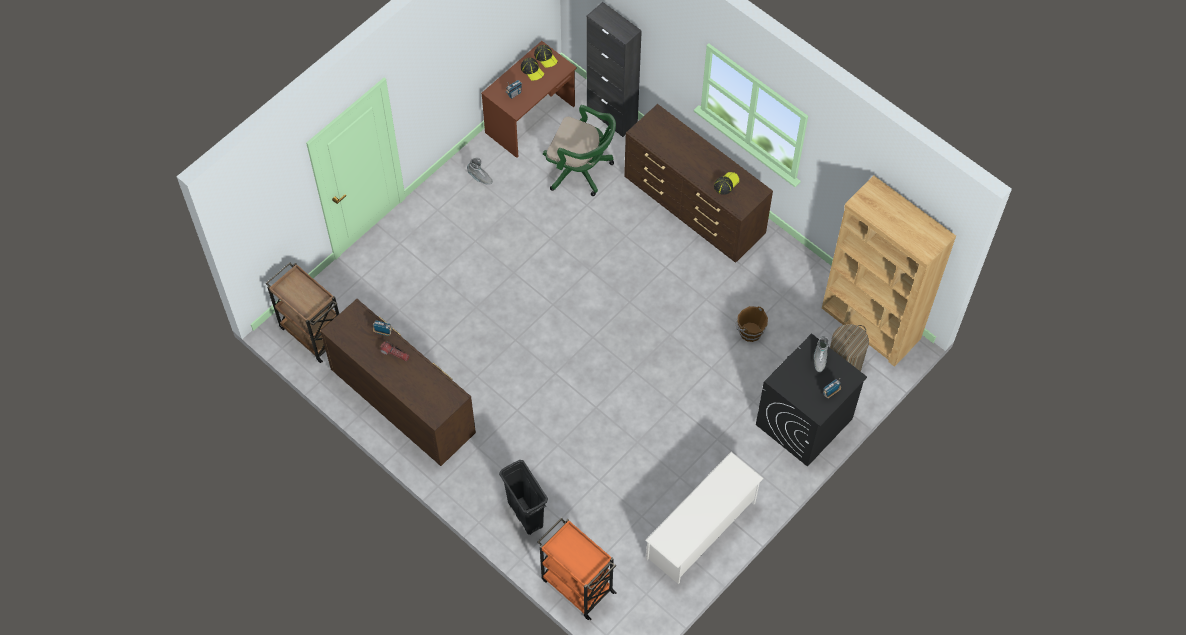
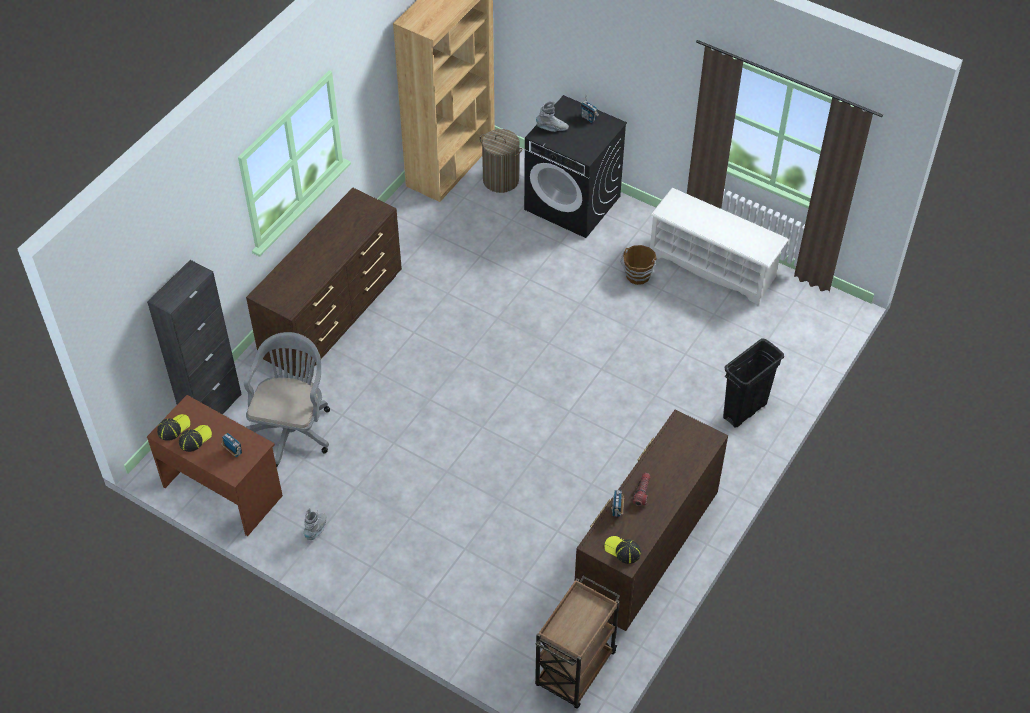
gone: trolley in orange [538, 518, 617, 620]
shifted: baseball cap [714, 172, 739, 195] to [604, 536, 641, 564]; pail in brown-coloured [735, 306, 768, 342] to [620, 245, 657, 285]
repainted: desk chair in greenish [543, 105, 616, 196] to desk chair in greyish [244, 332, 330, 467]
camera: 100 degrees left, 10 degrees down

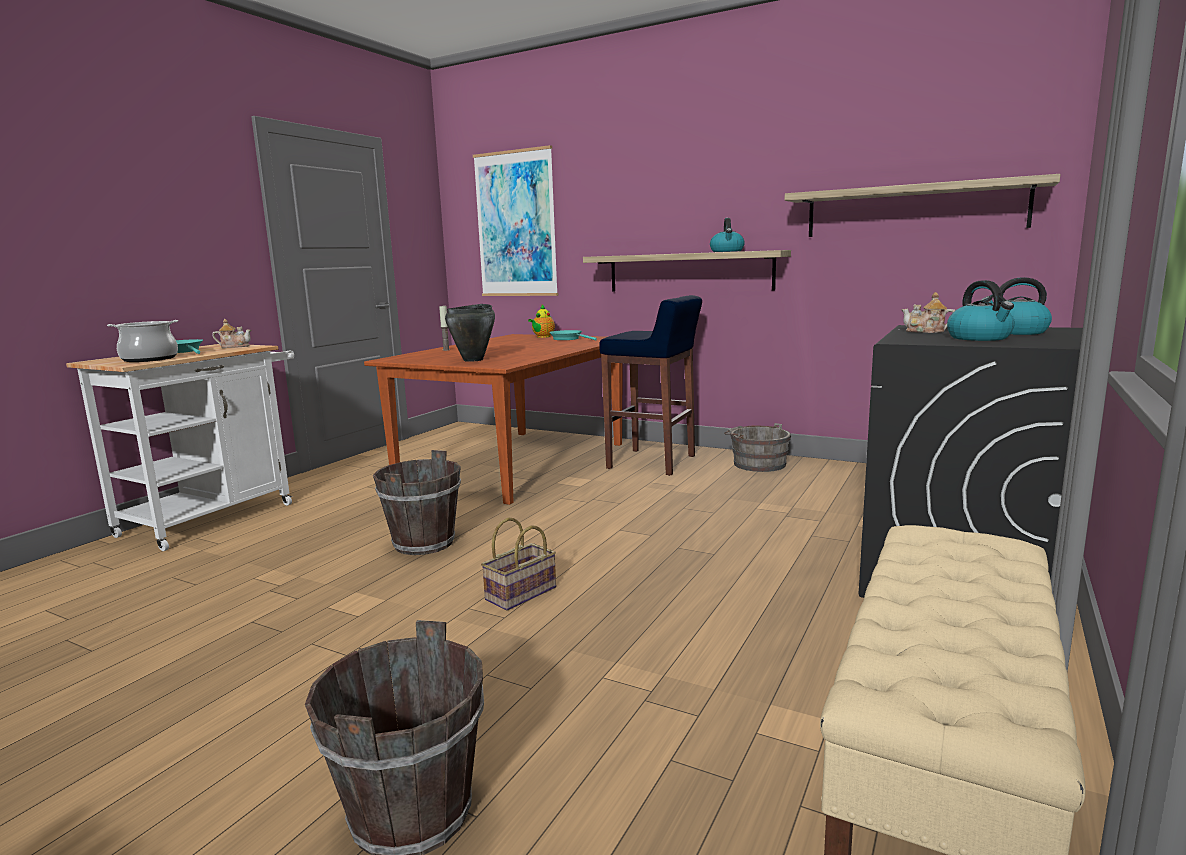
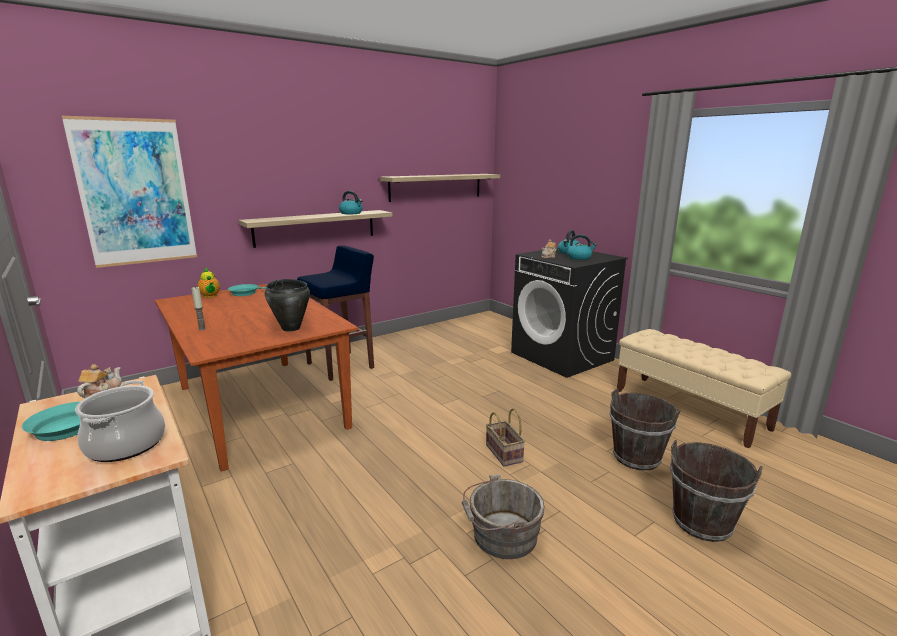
shifted: pail in brown-coloured [373, 450, 461, 555] to [610, 388, 681, 471]; pail in greyish [724, 423, 791, 472] to [462, 474, 545, 559]
camera: 65 degrees left, 5 degrees up

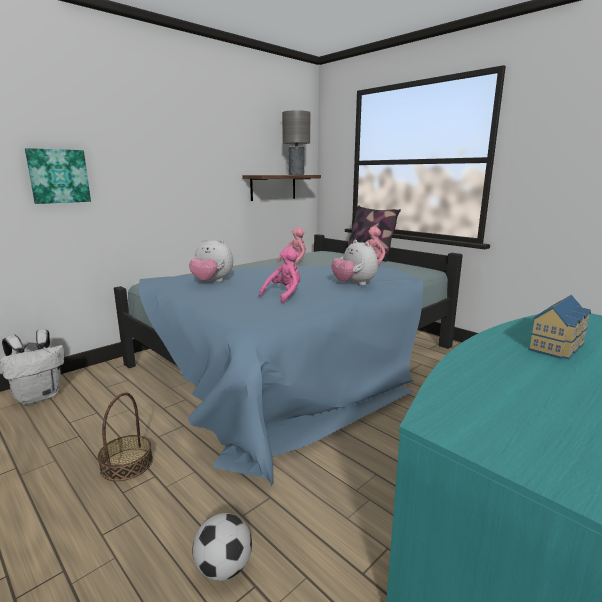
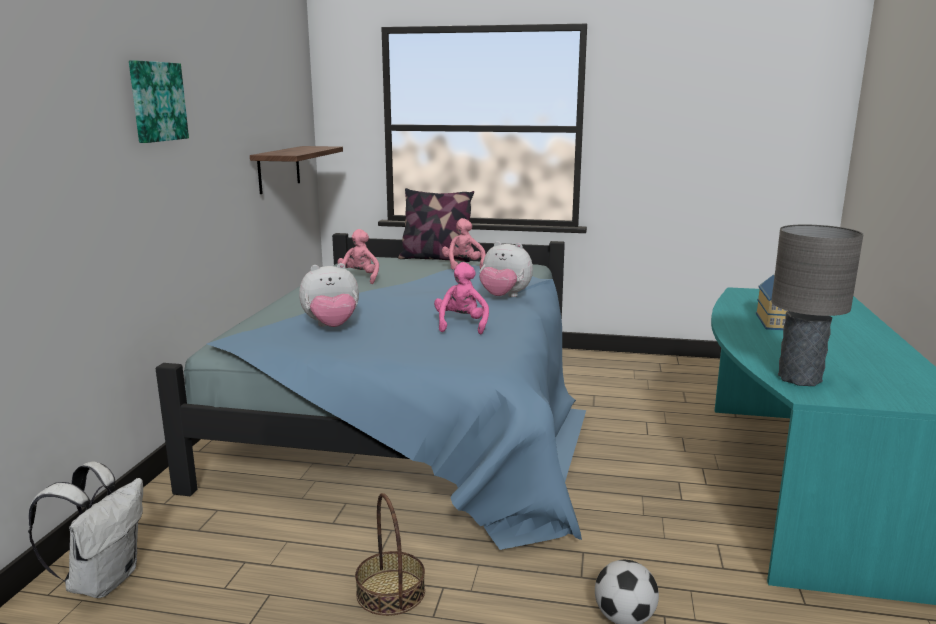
shifted: picture [25, 148, 91, 204] to [129, 60, 189, 143]; tabletop lamp in greyish [282, 110, 310, 175] to [771, 225, 863, 386]
camera: 35 degrees left, 0 degrees up

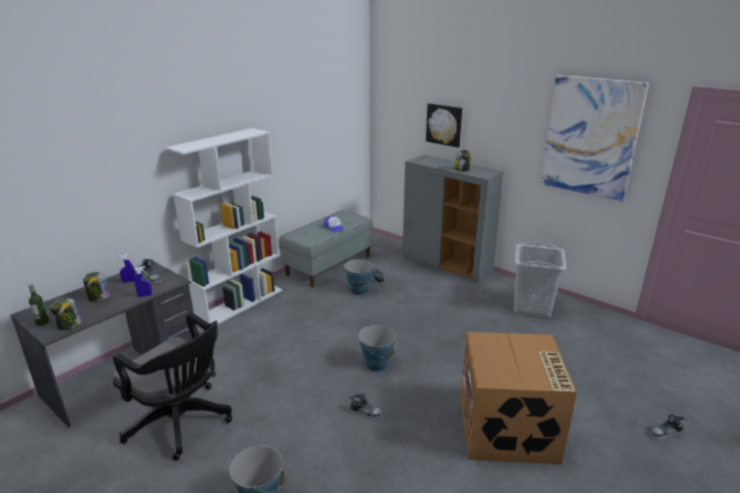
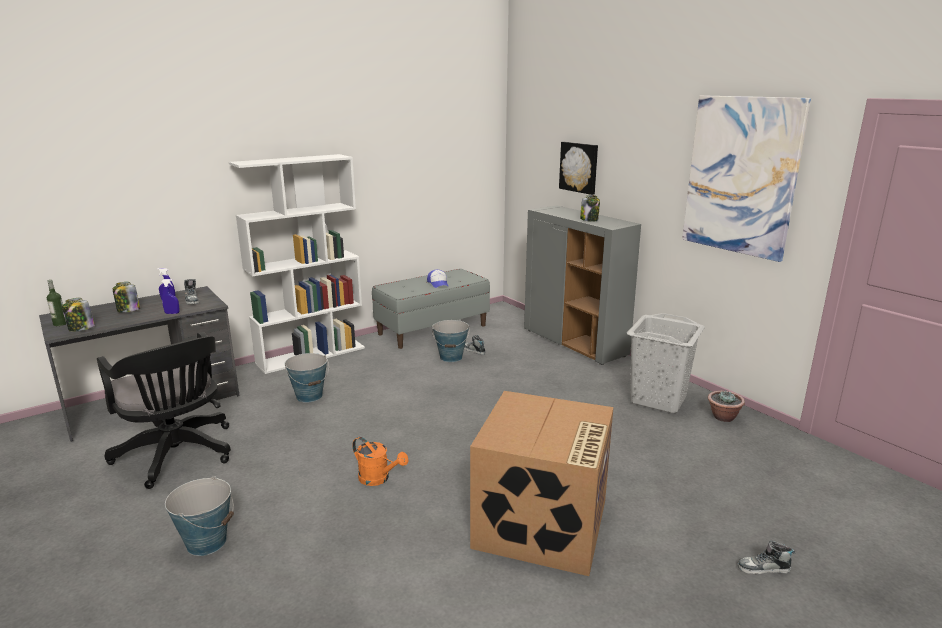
new: plant in a pot [708, 390, 745, 422]
shifted: pail [358, 325, 396, 372] to [284, 353, 329, 403]
swapped: low shoe [350, 393, 383, 419] to watering pot in orange [352, 437, 409, 486]
camera: 15 degrees right, 5 degrees down

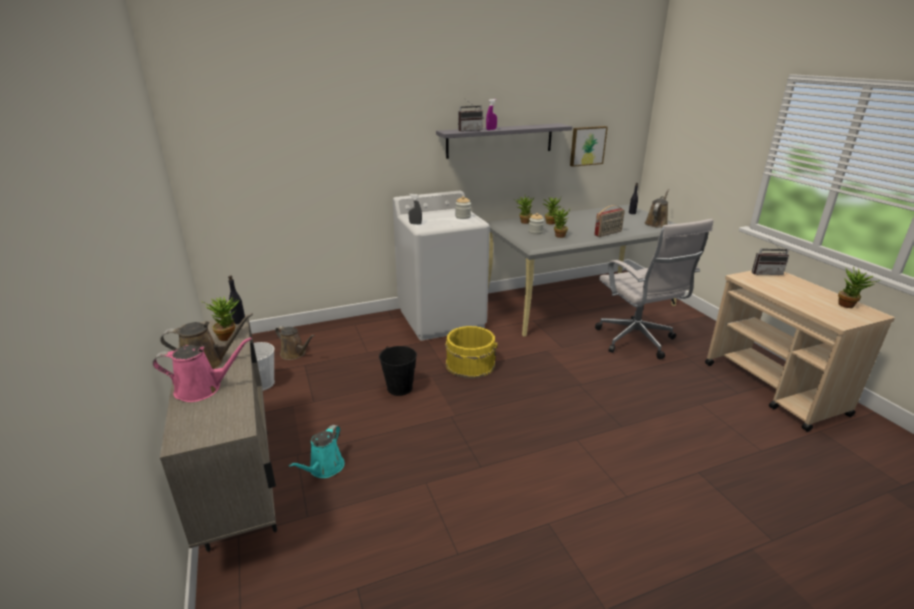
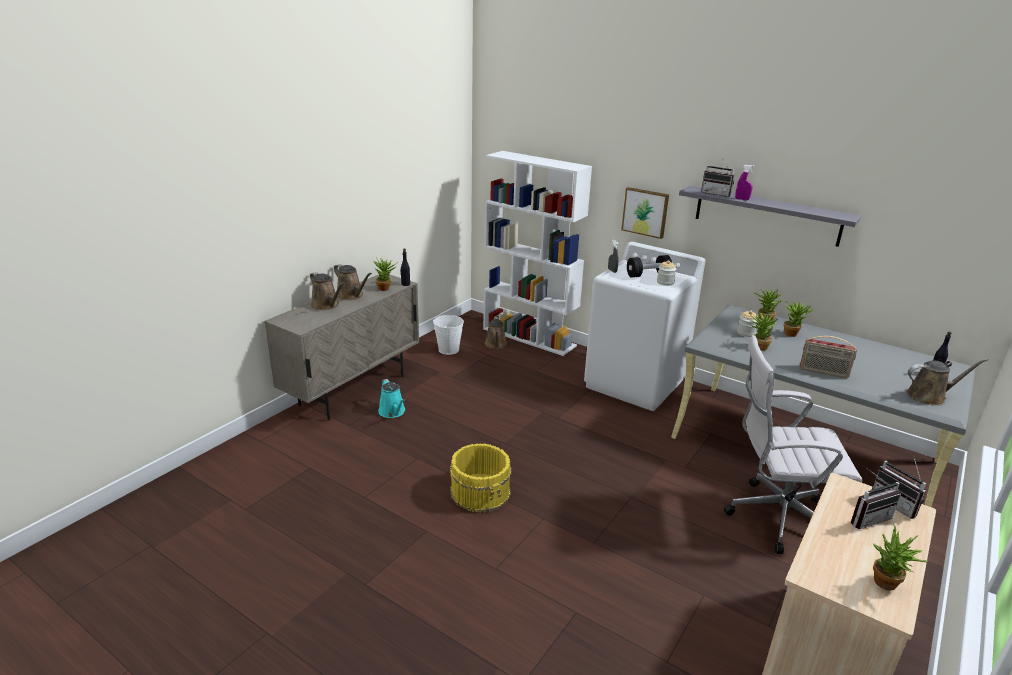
gone: pail in black [379, 346, 417, 396]
new: shelving unit in white-coloured [483, 151, 592, 356]; dumbbell in black [627, 255, 672, 278]; radio set [851, 468, 901, 529]
shifted: pail in yellow-coloured [445, 326, 497, 379] to [450, 443, 512, 513]; picture [570, 126, 608, 167] to [621, 187, 669, 239]
repainted: watering pot in pink [153, 337, 252, 402] to watering pot in brown-coloured [310, 272, 344, 310]
rotated: watering pot in turquoise-coloured [289, 425, 345, 478] = [378, 379, 405, 418] 105 degrees counterclockwise; desk chair in white-coloured [595, 219, 713, 359] = [724, 335, 863, 554] 60 degrees clockwise
camera: 55 degrees right, 0 degrees up

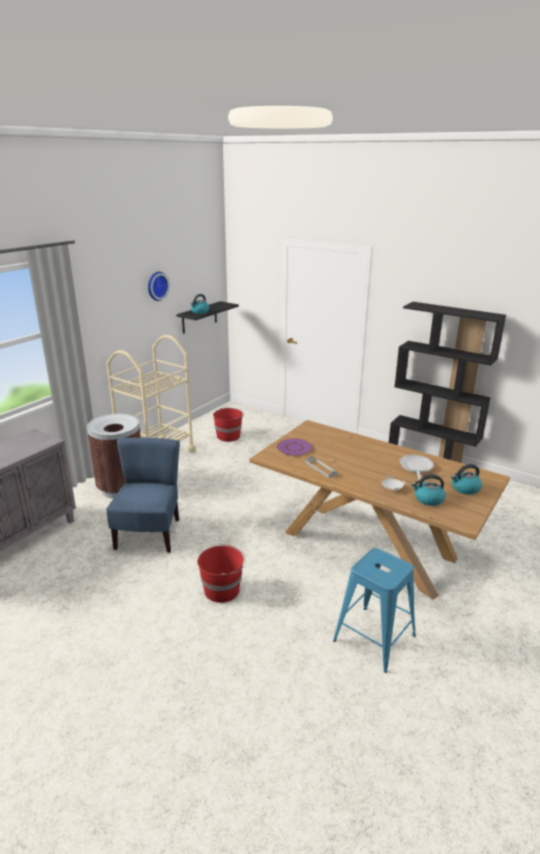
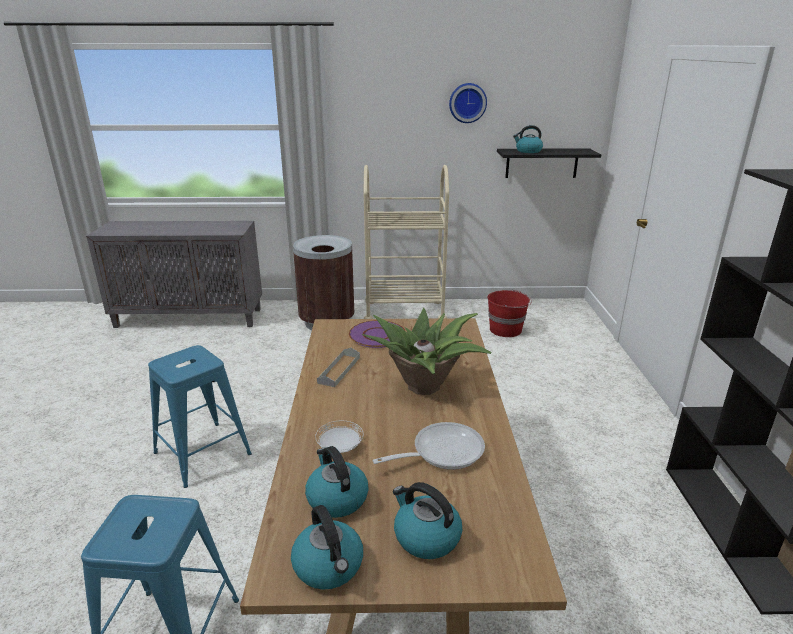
gone: upright chair in bluish [106, 438, 180, 553]
new: tea kettle [291, 505, 363, 590]; plant in a pot [362, 308, 492, 395]
swapped: pail in reddish [197, 544, 246, 603] to stool in bluish [148, 345, 252, 488]
camera: 55 degrees right, 0 degrees up

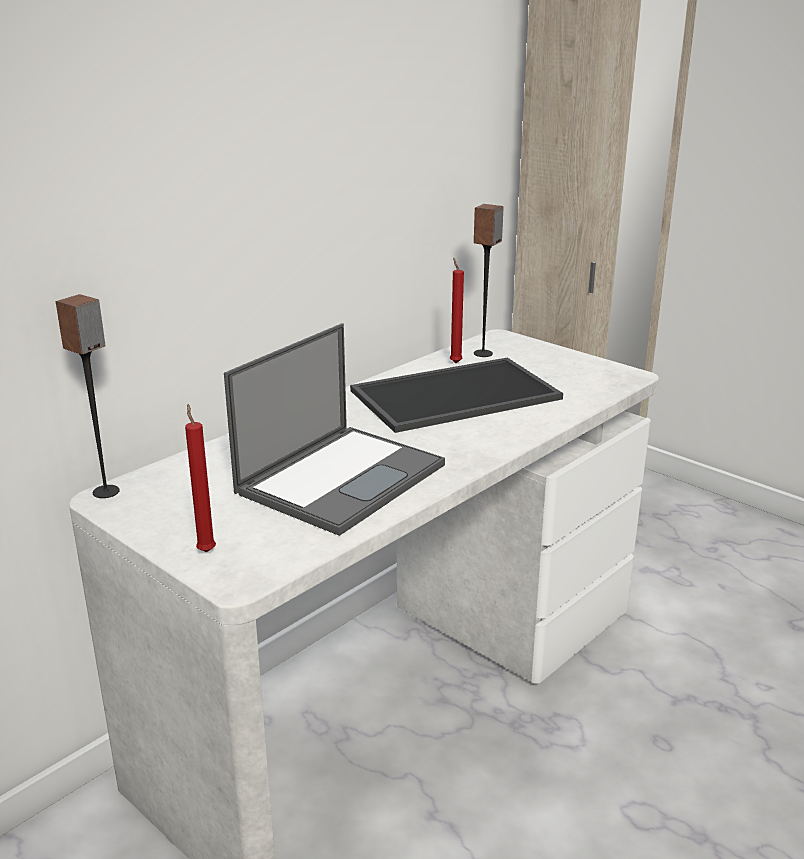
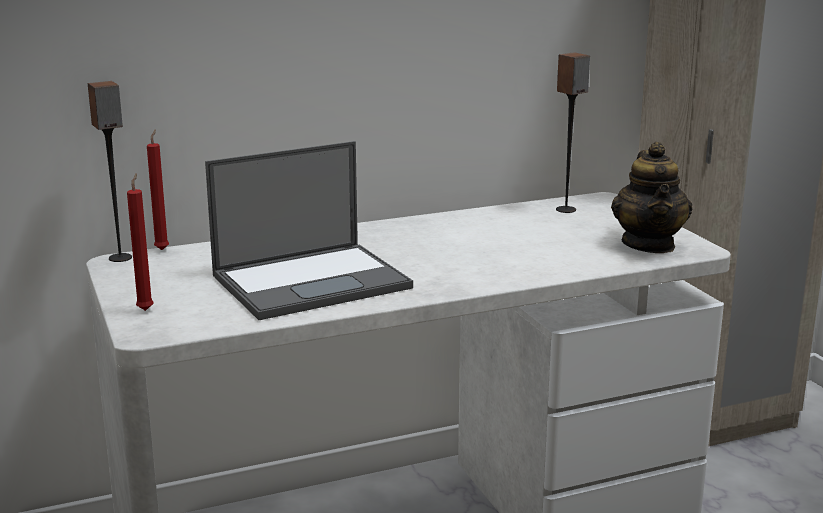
gone: serving tray [350, 358, 563, 433]
new: pot for tea [611, 142, 692, 253]
shifted: wax candle in reddish [450, 258, 464, 363] to [147, 130, 169, 250]
camera: 25 degrees right, 5 degrees down

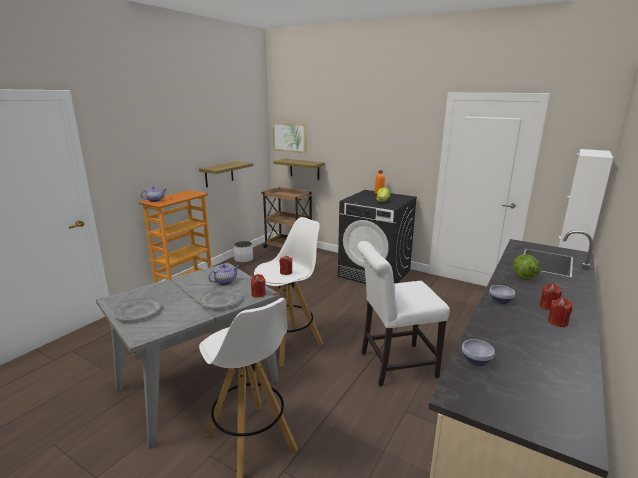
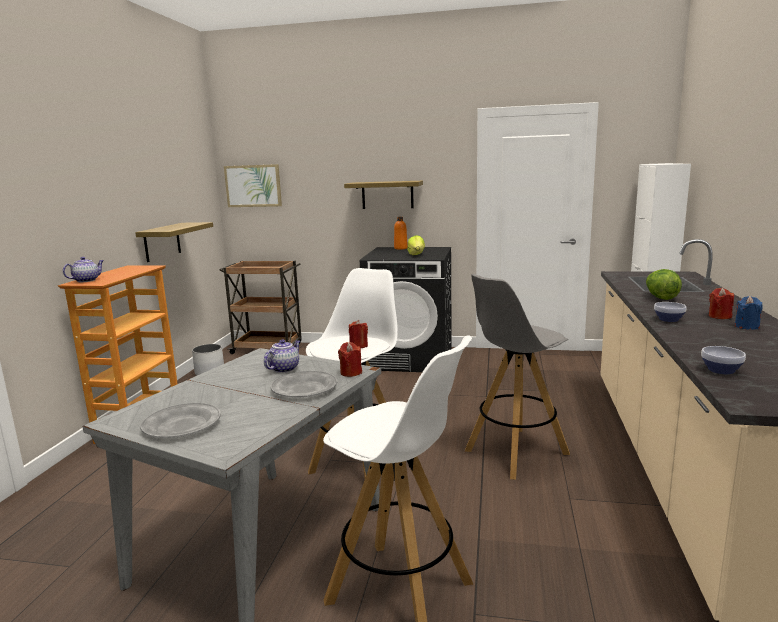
shifted: shelf [273, 158, 325, 180] to [344, 181, 423, 209]
swapped: upright chair in white-coloured [357, 241, 450, 386] to stool in greyish [465, 274, 570, 479]
repainted: wax candle in reddish [548, 298, 573, 327] to wax candle in bluish [735, 296, 762, 330]
camera: 20 degrees left, 5 degrees down

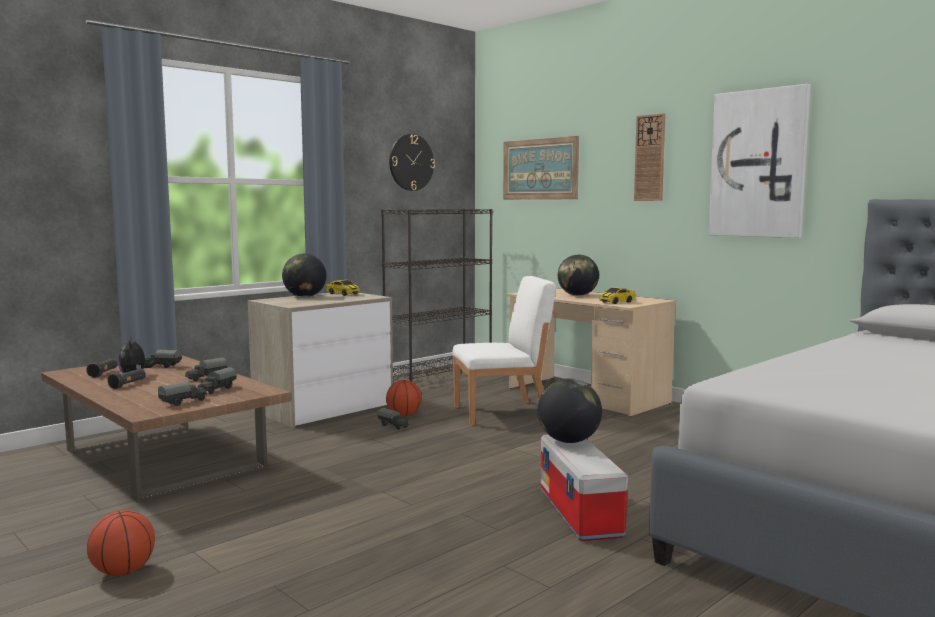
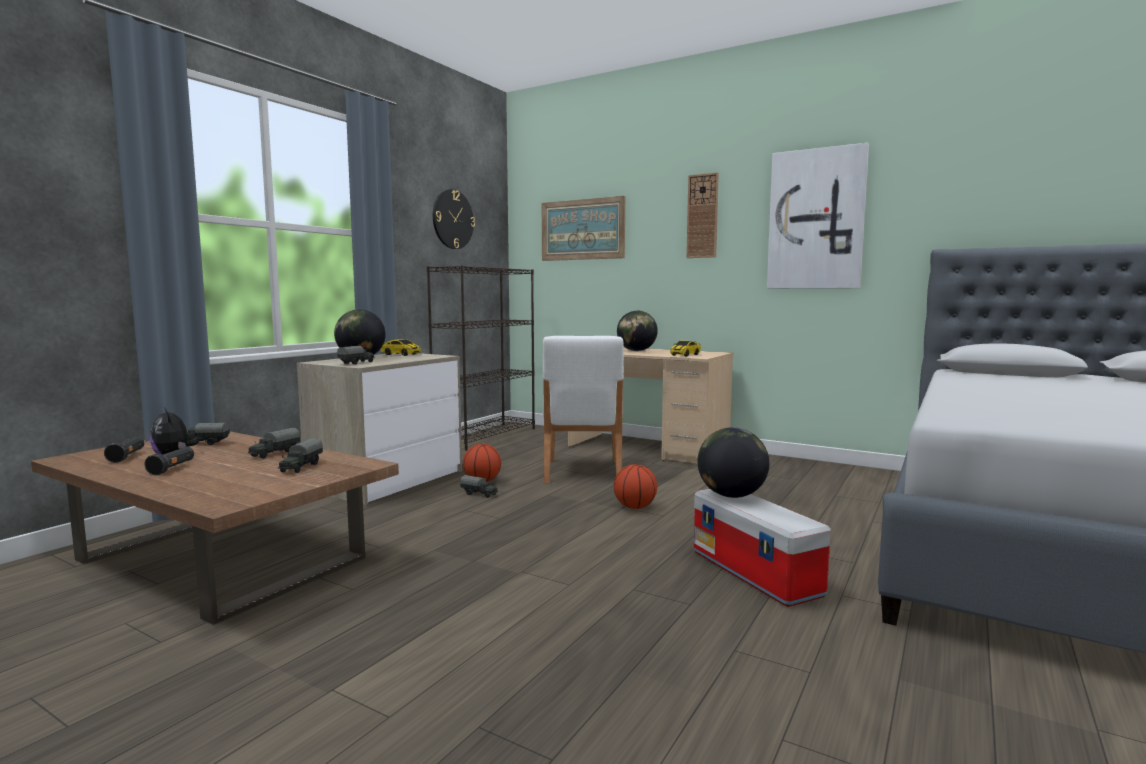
shifted: ball for basketball [87, 510, 155, 576] to [614, 464, 657, 509]; toy lorry [158, 382, 207, 406] to [337, 346, 375, 364]
rotated: upright chair in white-coloured [452, 276, 556, 426] = [543, 336, 624, 483] 120 degrees clockwise
camera: 15 degrees left, 0 degrees up

